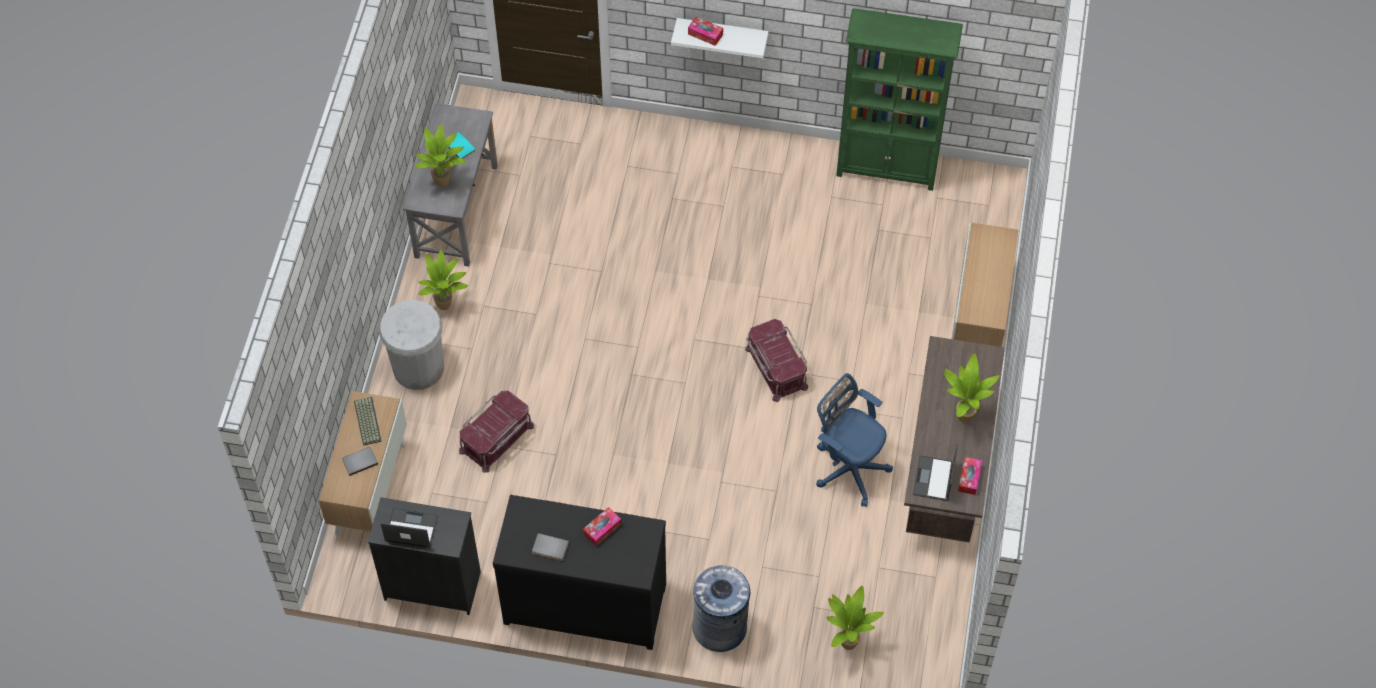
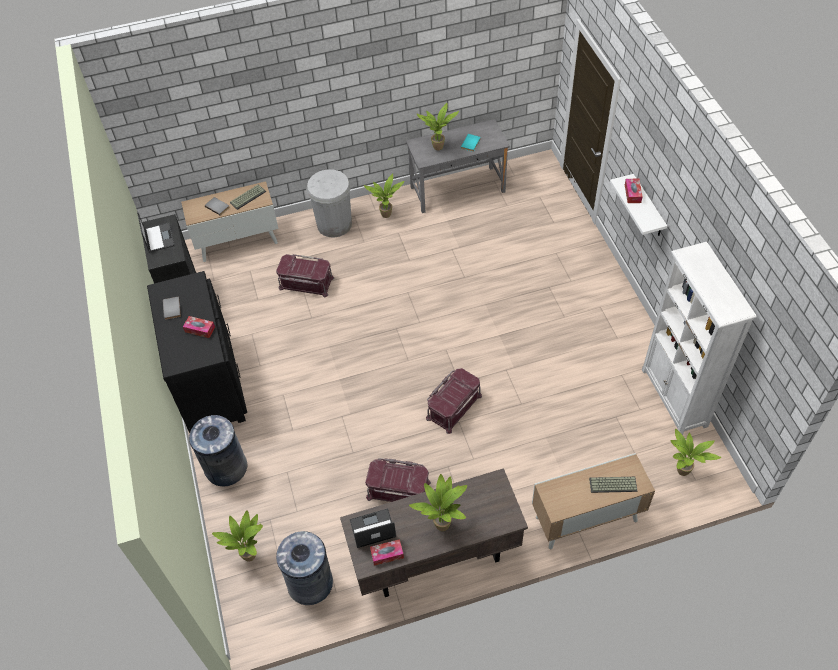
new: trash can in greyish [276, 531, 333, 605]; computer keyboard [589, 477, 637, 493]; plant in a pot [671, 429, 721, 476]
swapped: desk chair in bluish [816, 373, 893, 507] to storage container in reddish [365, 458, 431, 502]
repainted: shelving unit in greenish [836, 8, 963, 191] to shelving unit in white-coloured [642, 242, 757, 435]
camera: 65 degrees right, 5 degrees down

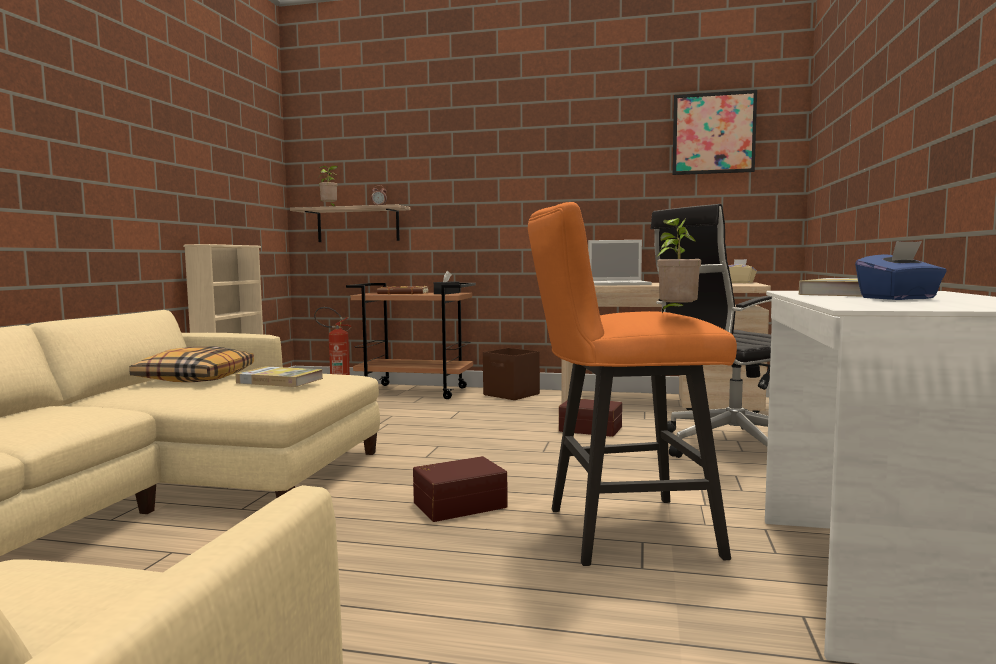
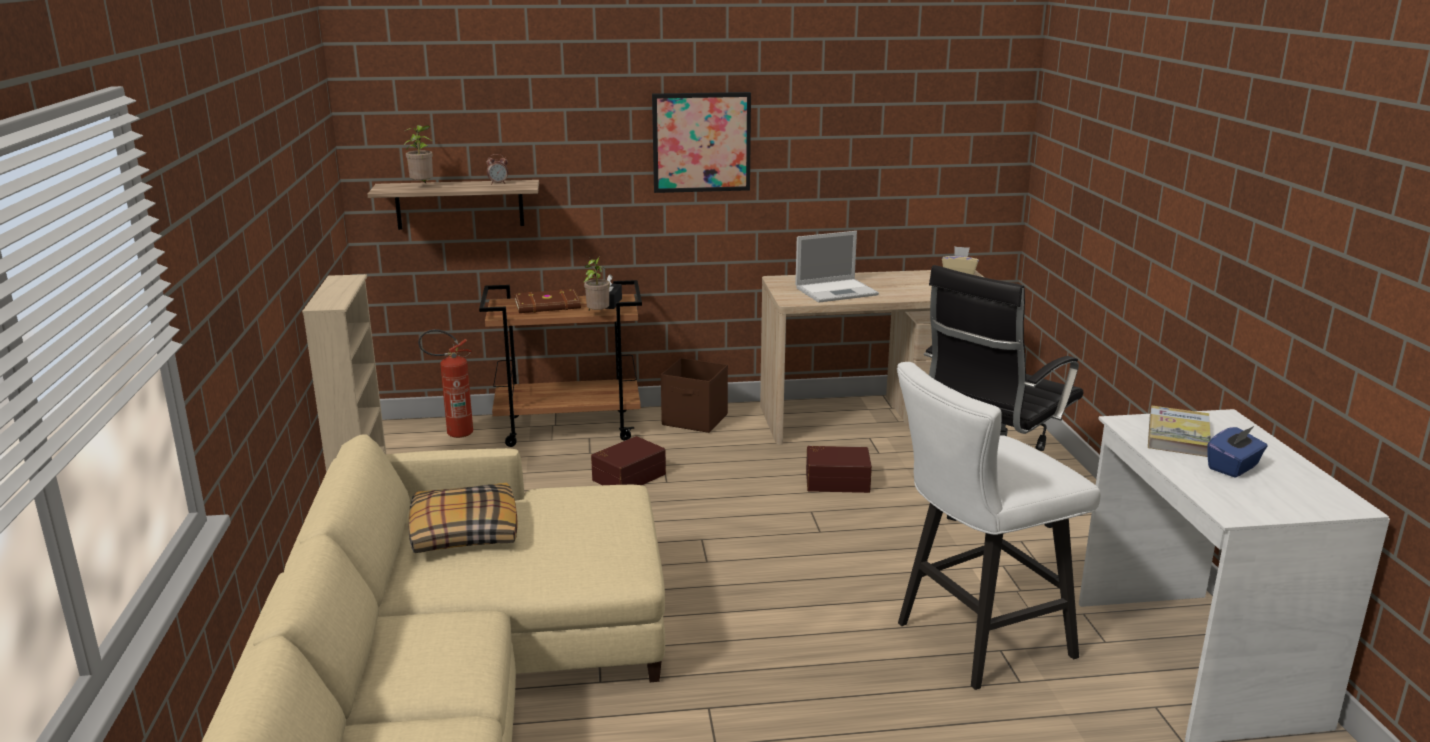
gone: bound book [235, 366, 323, 387]
shifted: storage container in brown-coloured [413, 456, 508, 522] to [591, 436, 666, 485]; plant in a pot [657, 218, 701, 314] to [584, 255, 610, 311]; picture [672, 90, 757, 175] to [652, 92, 751, 193]
repainted: stool in orange [528, 202, 737, 566] to stool in white-coloured [897, 362, 1101, 690]
camera: 20 degrees left, 15 degrees up

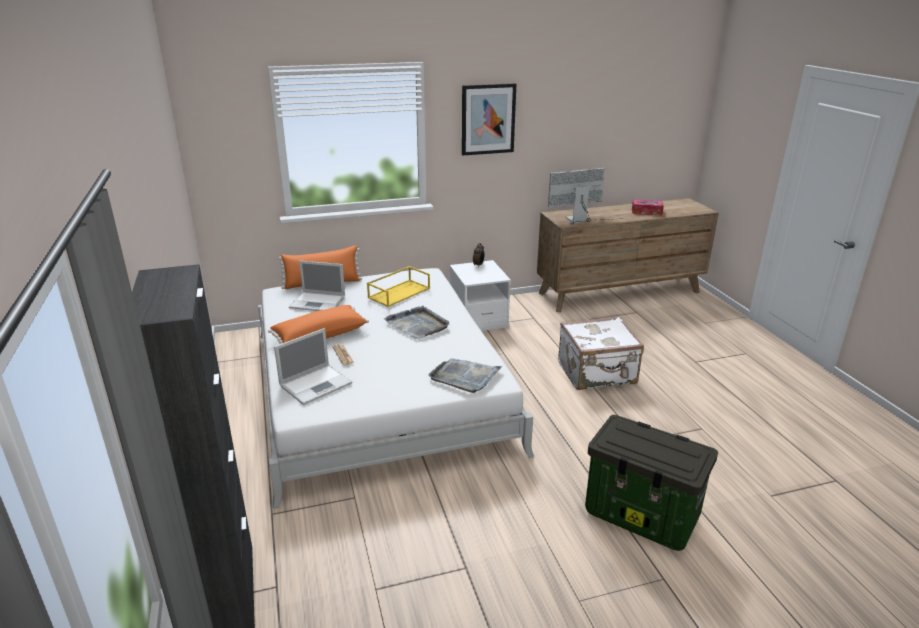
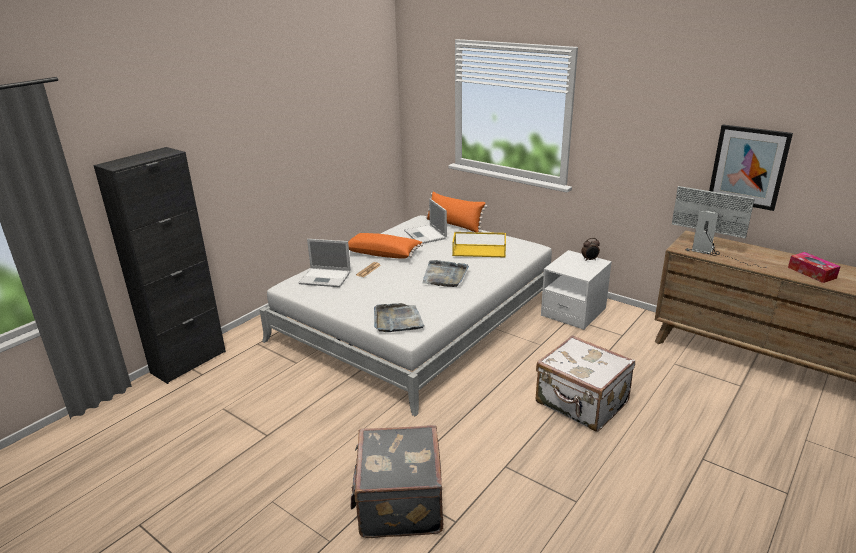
shifted: picture [462, 83, 516, 155] to [709, 124, 793, 211]
swapped: storage container [585, 415, 718, 551] to travel case in greyish [351, 425, 443, 538]
camera: 55 degrees right, 0 degrees up

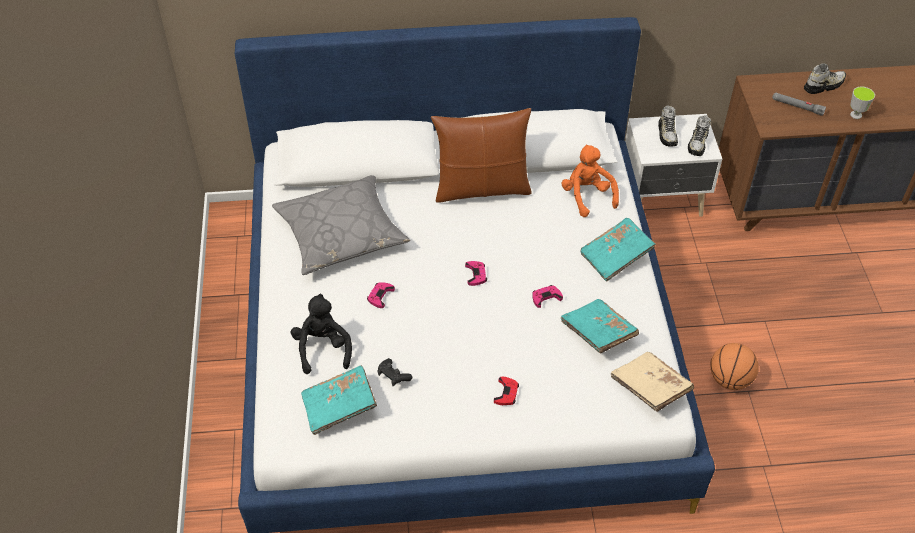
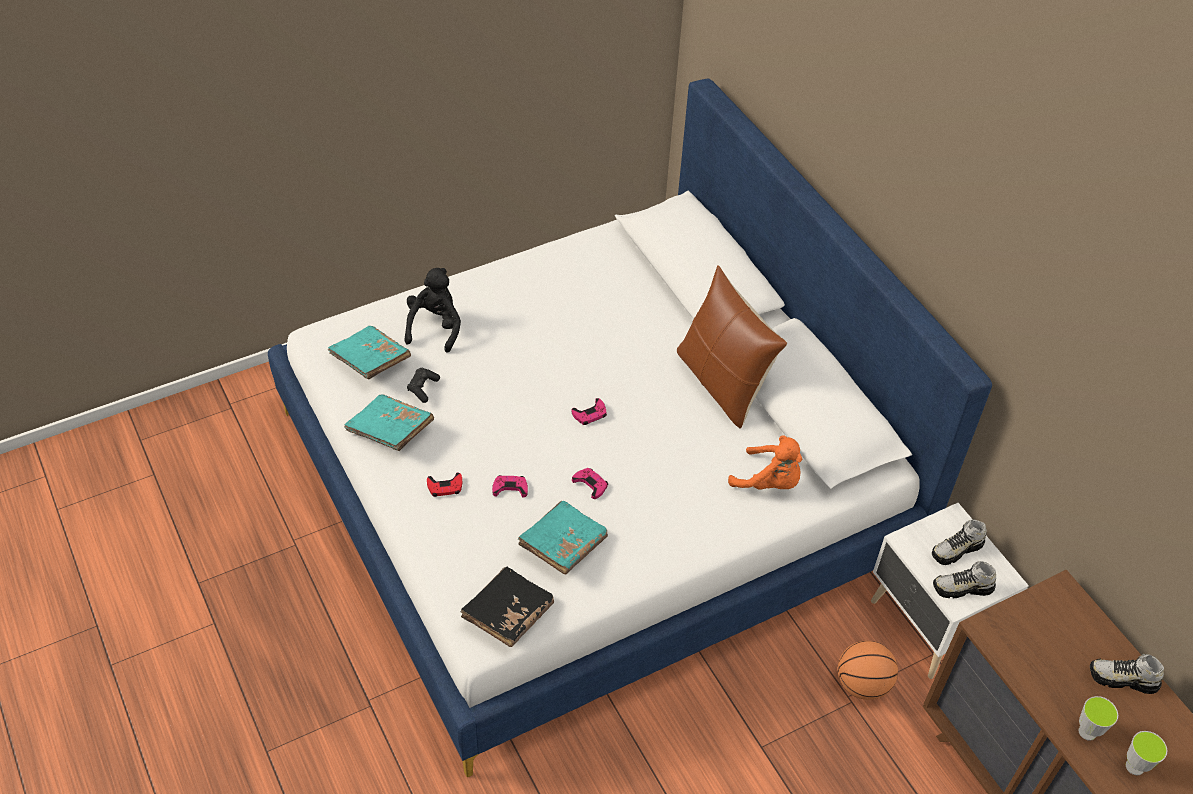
gone: cushion in greyish [272, 175, 410, 275]; hand torch in greyish [772, 93, 826, 116]
new: small cup [1126, 731, 1168, 775]
shifted: game controller in pink [367, 282, 395, 308] to [492, 475, 528, 498]; bound book in turquoise-coloured [581, 218, 656, 282] to [344, 395, 434, 451]; ball for basketball [710, 343, 758, 390] to [837, 641, 898, 700]
repainted: bound book in beige-coloured [611, 352, 694, 412] to bound book in black [460, 567, 554, 647]
rotated: plush toy in black [290, 294, 352, 374] = [405, 268, 461, 353] 45 degrees counterclockwise; plush toy in orange [561, 145, 619, 217] = [728, 435, 802, 490] 75 degrees clockwise; low shoe [804, 63, 846, 94] = [1090, 654, 1164, 694] 150 degrees clockwise
camera: 65 degrees right, 0 degrees up

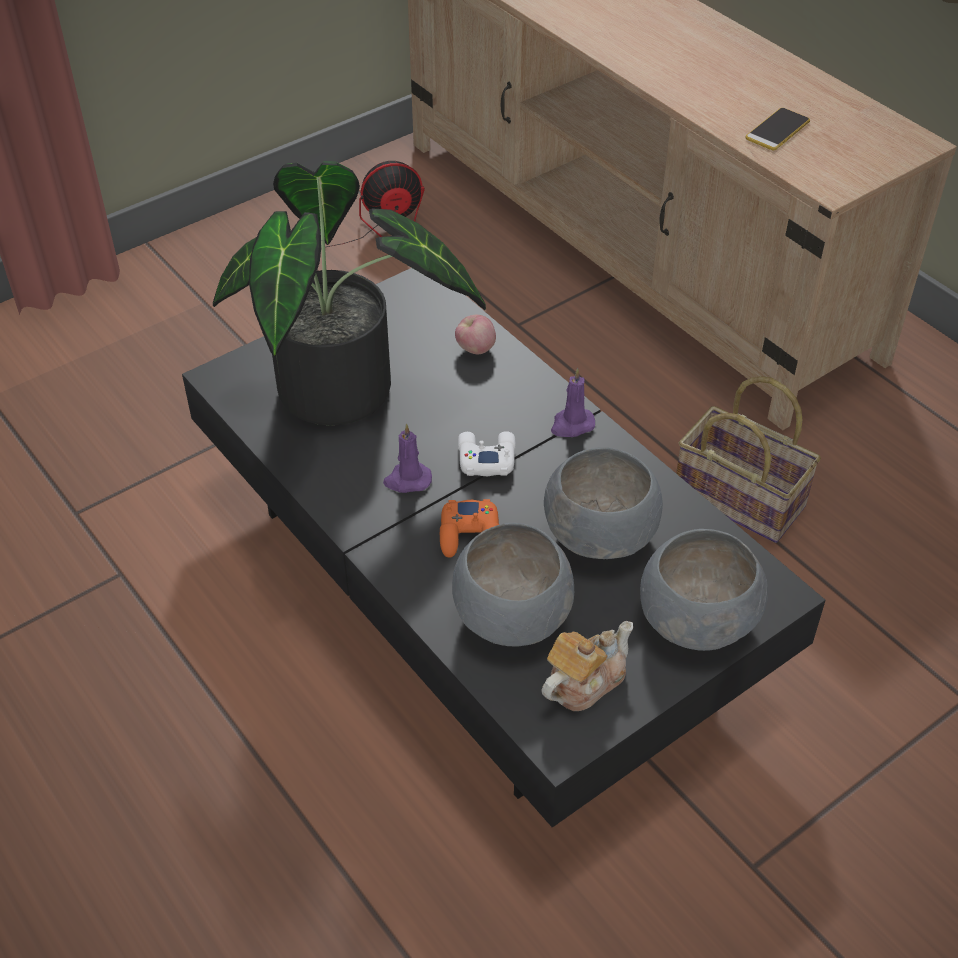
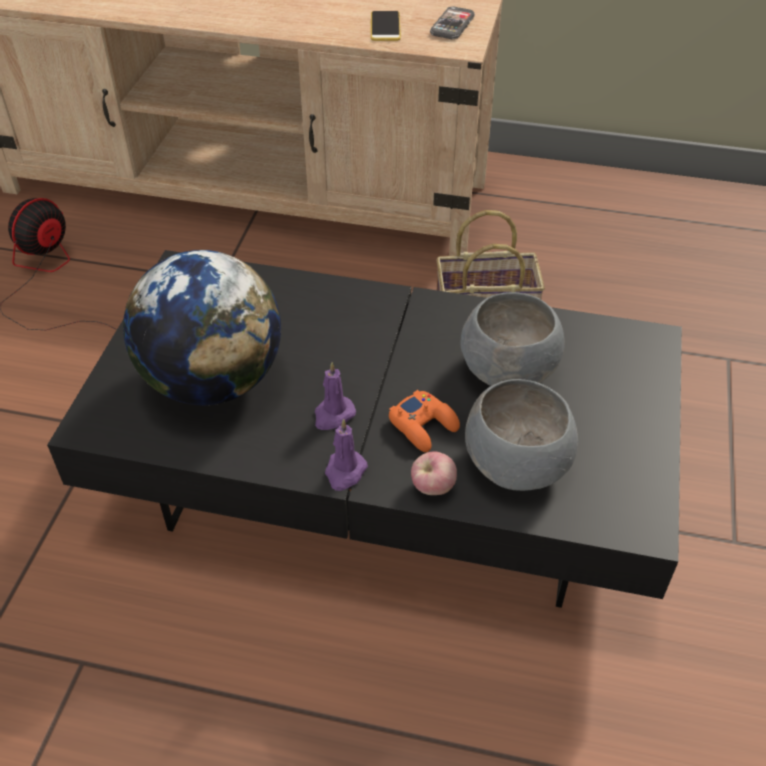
gone: game controller in white-coloured [458, 431, 516, 476]; pot for tea [541, 621, 633, 711]; bowl in greyish [640, 529, 768, 651]
new: handset [430, 6, 475, 39]
shifted: whole apple [455, 315, 496, 355] to [411, 451, 457, 495]; wax candle in purple [551, 368, 595, 437] to [325, 419, 368, 491]
swapped: plant in a pot [213, 161, 486, 425] to world globe [123, 250, 281, 405]
camera: 40 degrees left, 0 degrees up

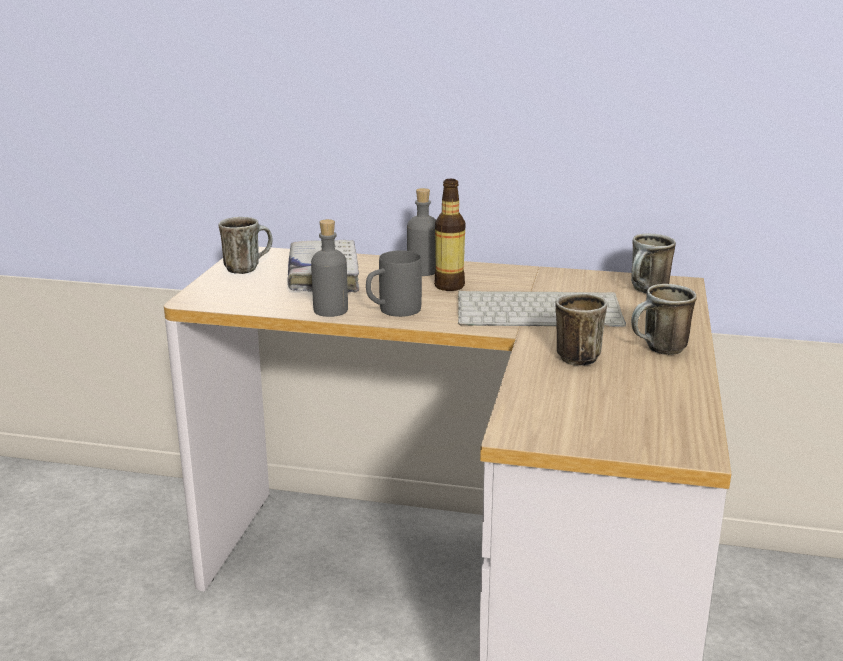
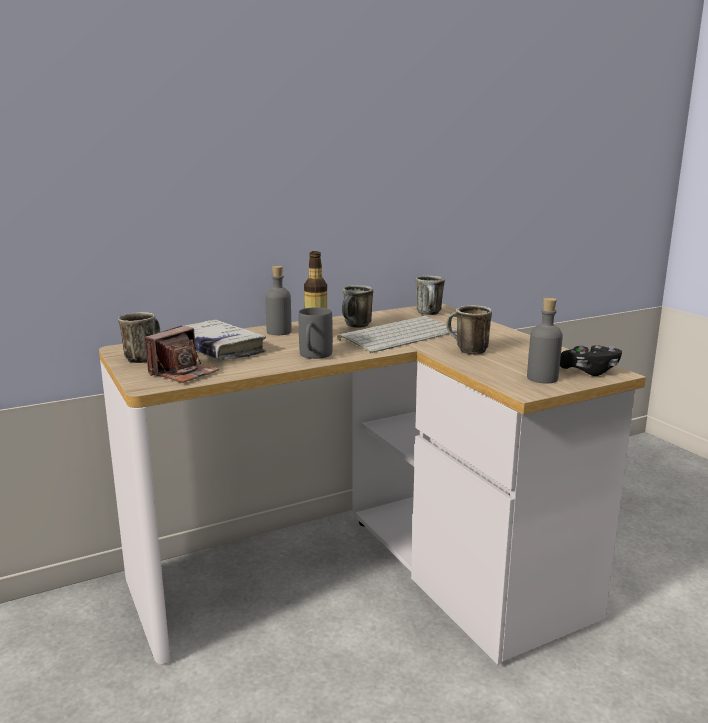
new: photo camera [144, 326, 219, 383]; game controller in black [560, 345, 622, 376]
shifted: beverage bottle in greyish [311, 219, 348, 317] to [527, 298, 563, 383]; mug [631, 284, 697, 355] to [342, 285, 373, 328]
camera: 40 degrees left, 5 degrees down

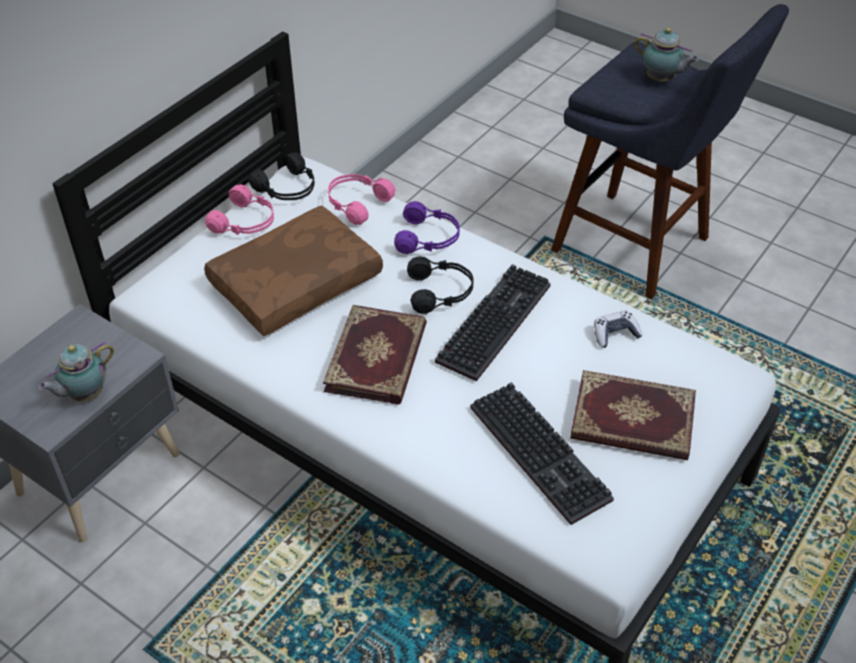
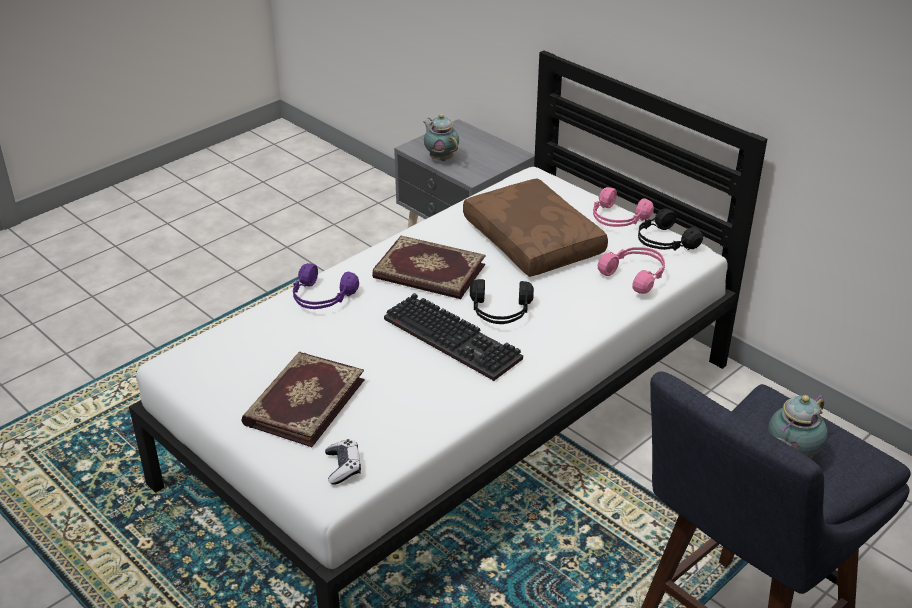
gone: computer keyboard [470, 382, 614, 525]
shifted: pair of headphones in purple [394, 201, 460, 254] to [293, 263, 359, 309]; game controller [594, 310, 643, 348] to [325, 439, 361, 485]
camera: 100 degrees right, 10 degrees down

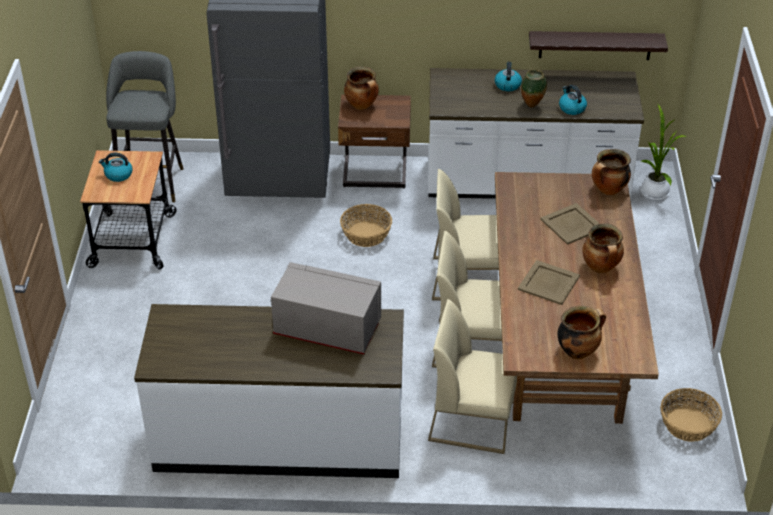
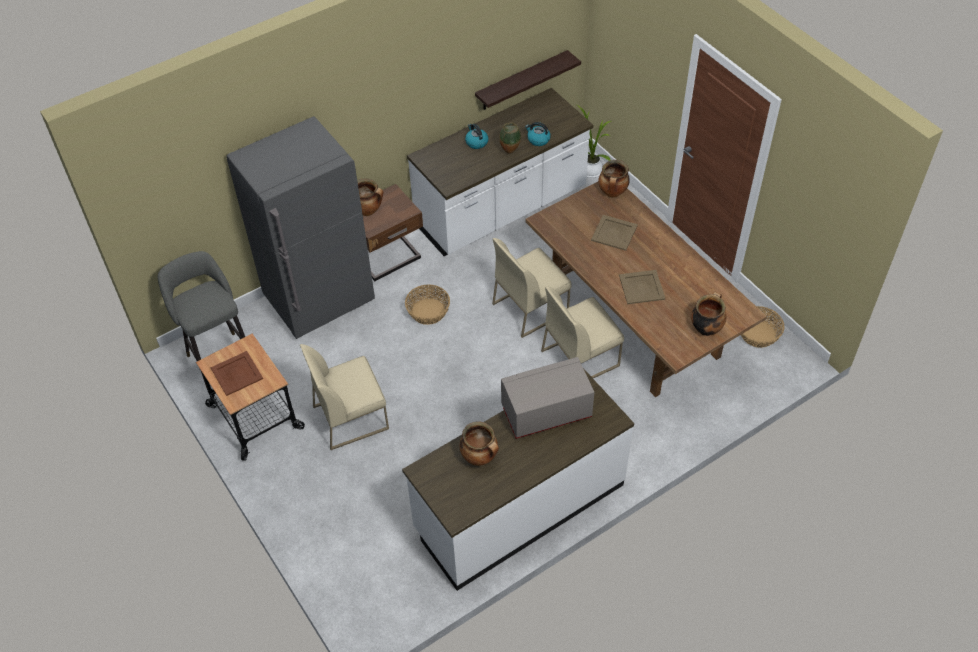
shifted: upright chair in beige-coloured [428, 299, 517, 454] to [300, 344, 389, 450]; stockpot [582, 223, 624, 273] to [460, 421, 499, 466]
swapped: tea kettle [99, 153, 133, 182] to serving tray in brown-coloured [211, 351, 263, 396]
camera: 35 degrees left, 10 degrees up

